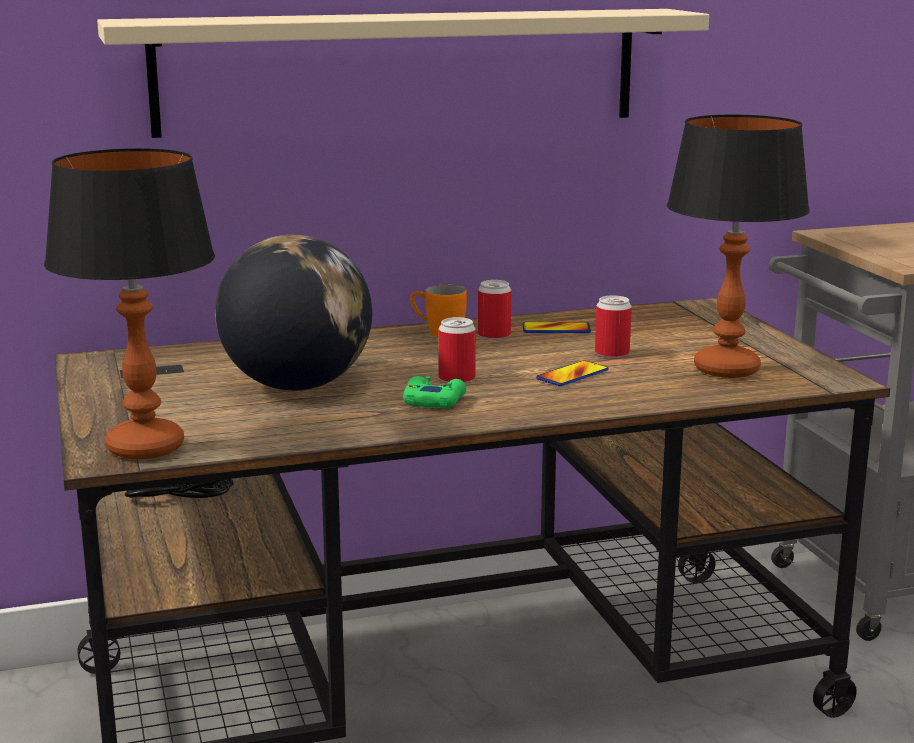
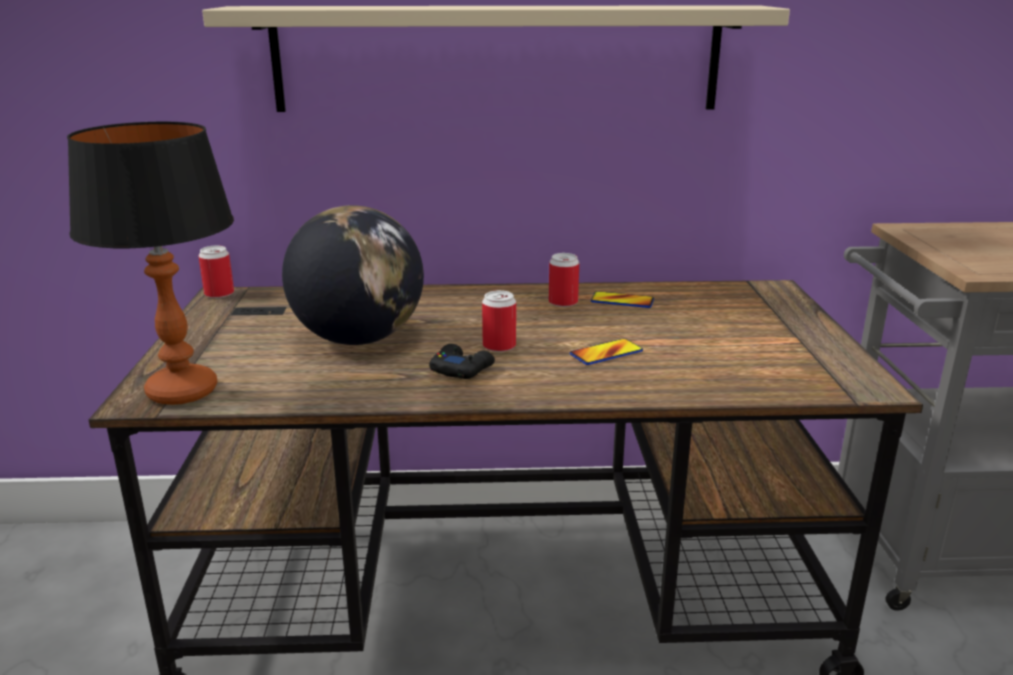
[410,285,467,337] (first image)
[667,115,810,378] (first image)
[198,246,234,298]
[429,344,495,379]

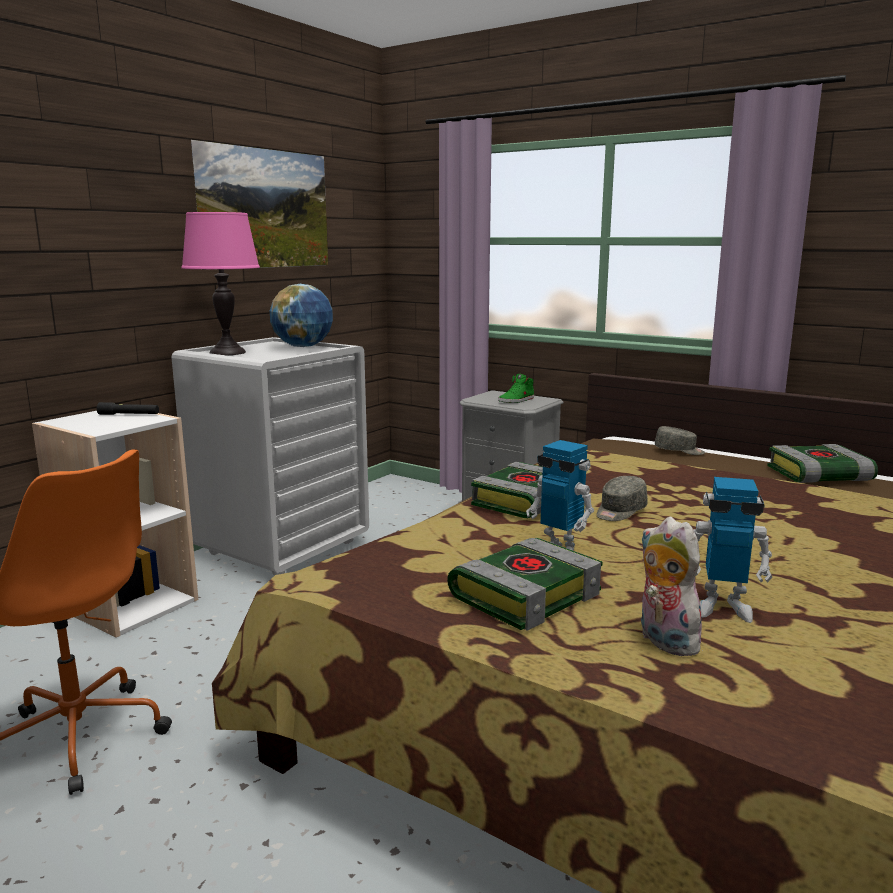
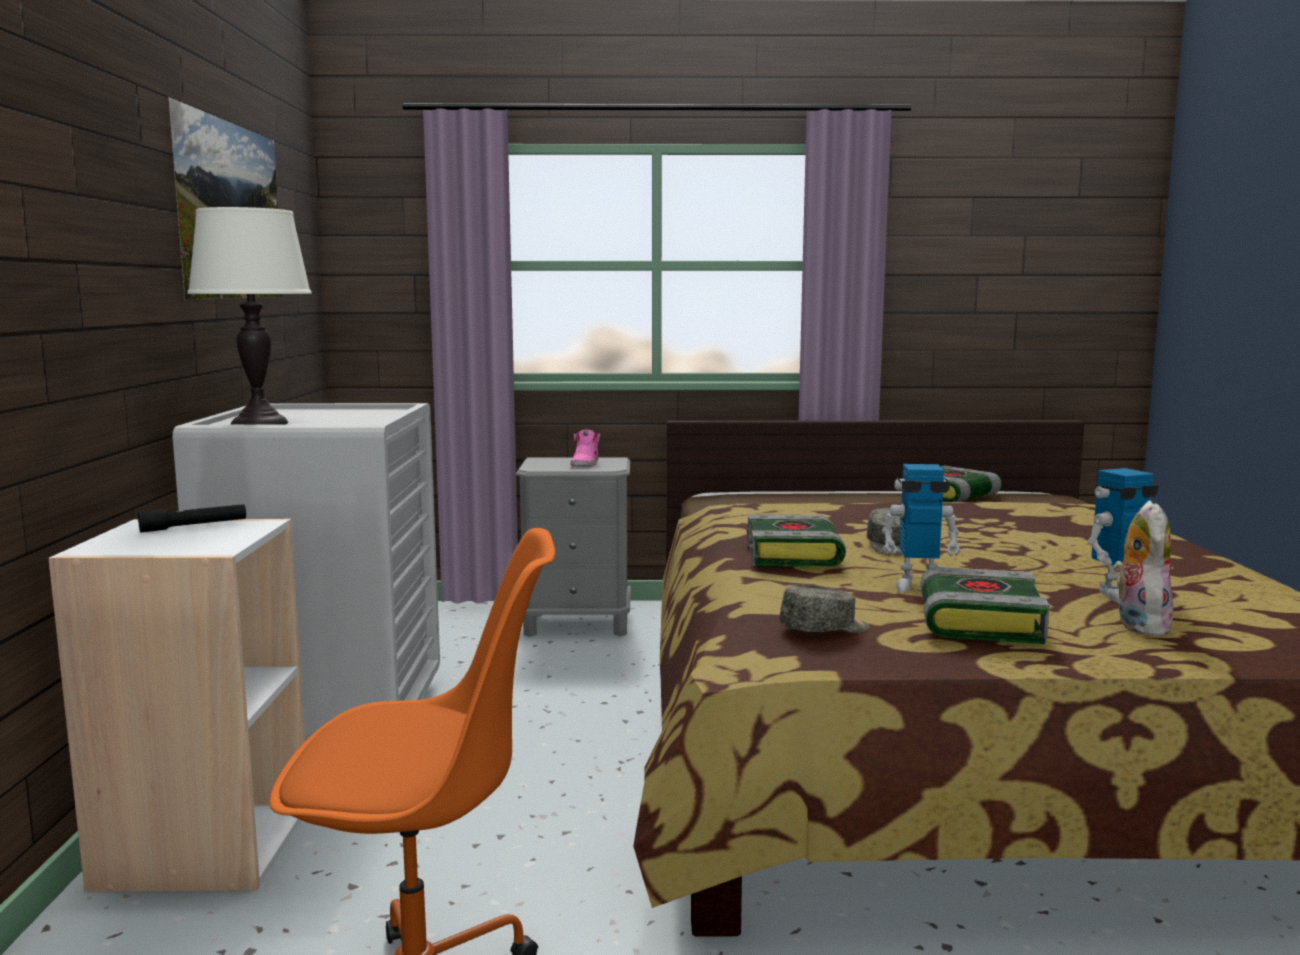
[270,284,333,347] (first image)
[780,585,869,633]
[187,207,312,425]
[571,429,600,466]
[1113,501,1175,636]

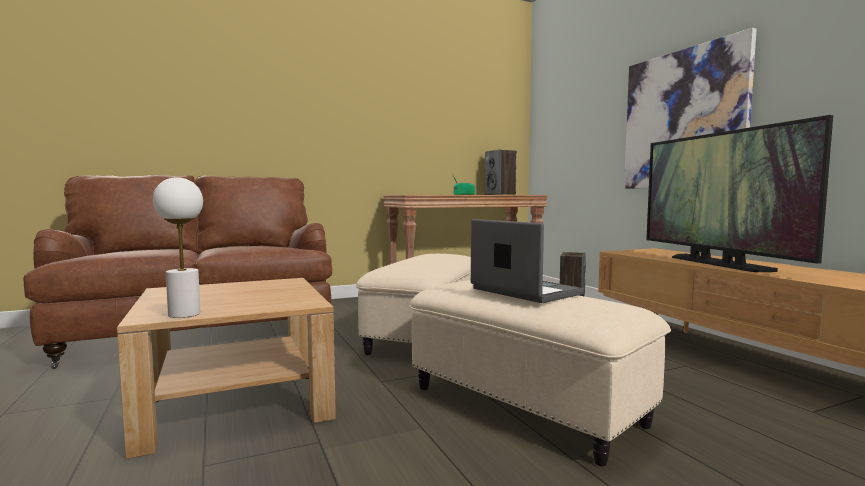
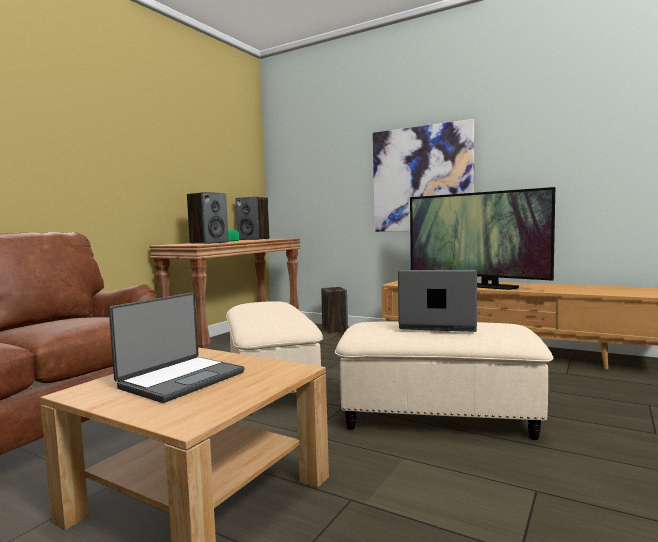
[153,177,203,318] (first image)
[109,293,245,403]
[187,192,228,244]

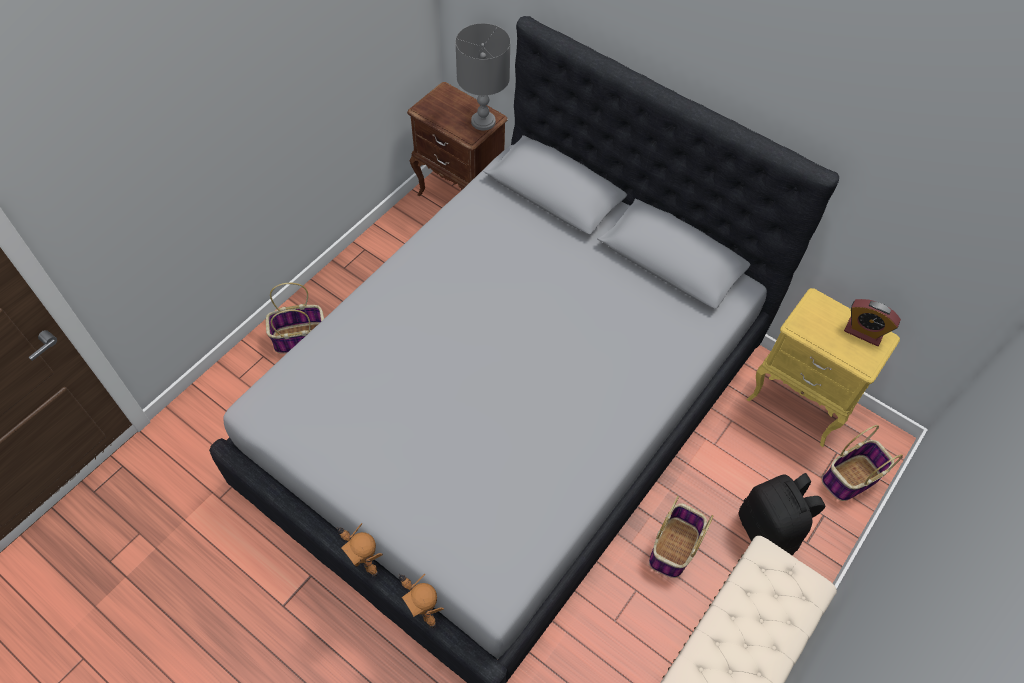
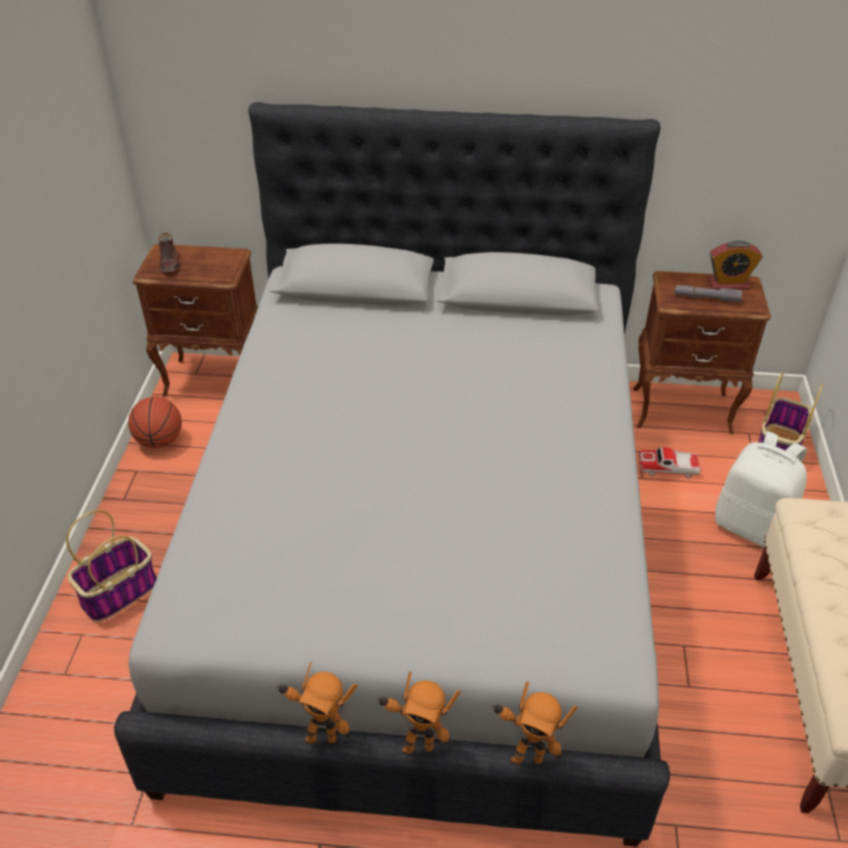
[455,23,510,131] (first image)
[649,496,713,578] (first image)
[128,397,182,448]
[158,233,180,272]
[276,662,358,745]
[639,447,700,478]
[675,285,742,302]
[715,431,807,547]
[633,271,771,435]

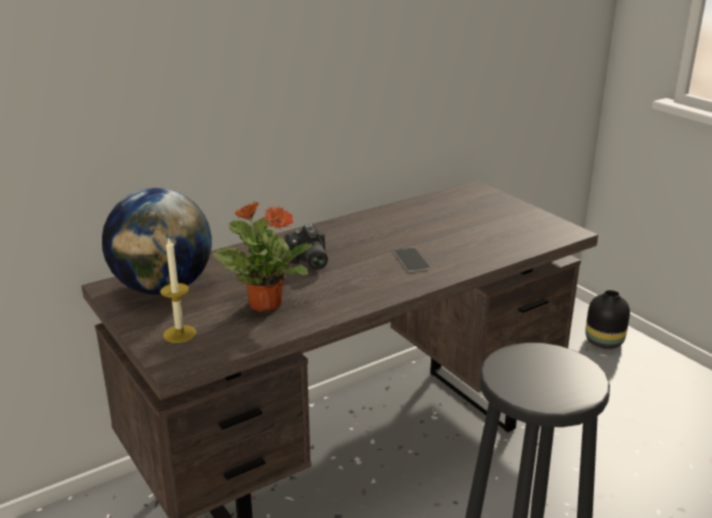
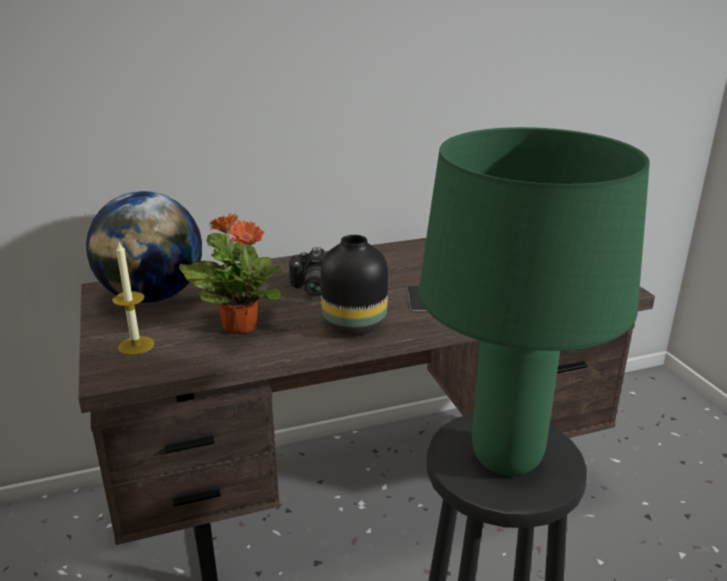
[419,127,650,476]
[320,235,388,335]

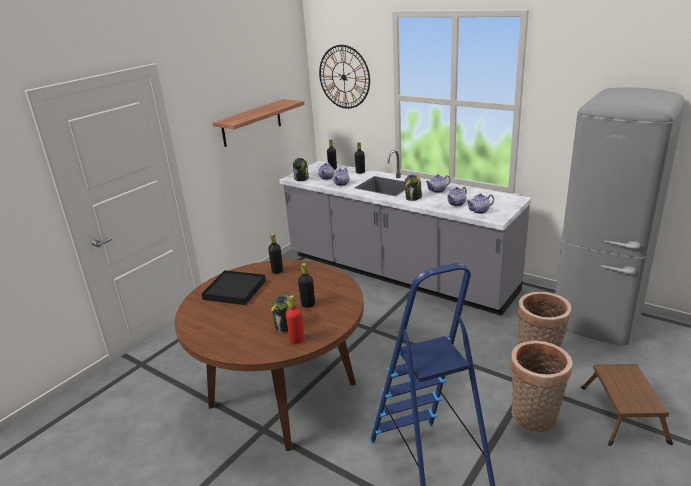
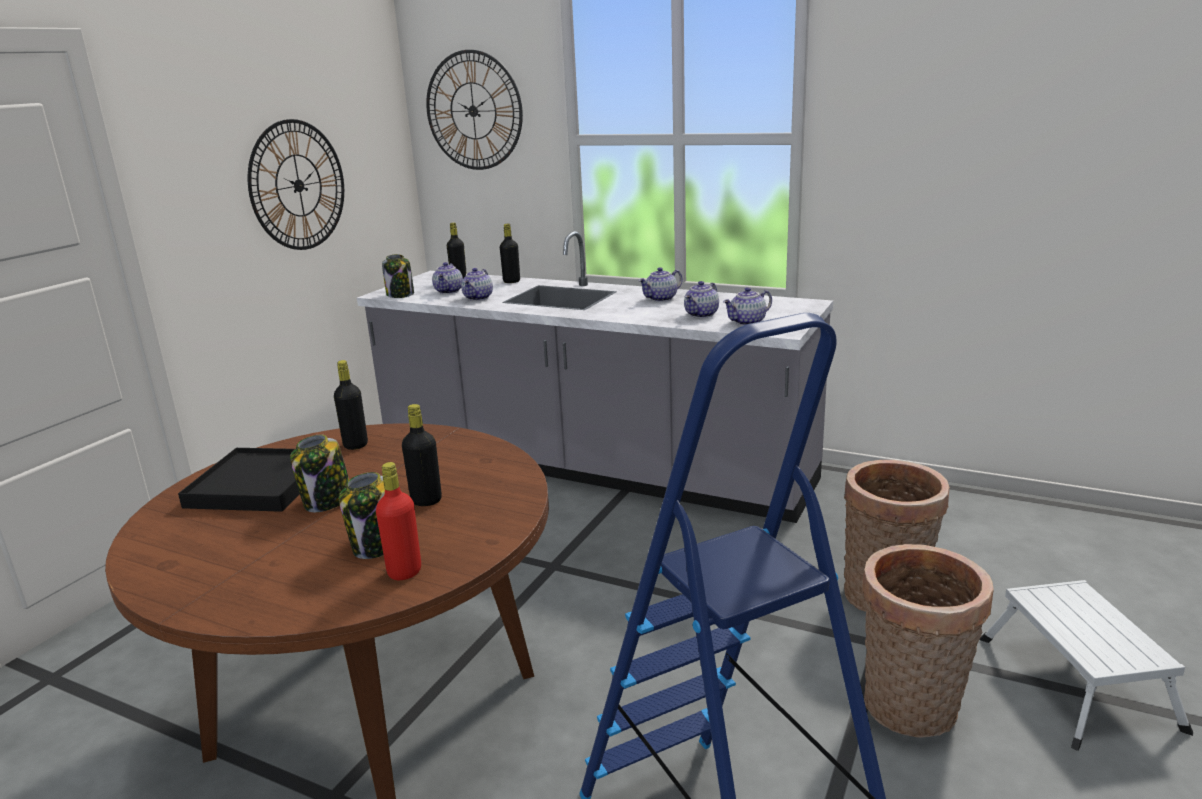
[555,87,686,346] (first image)
[290,435,349,512]
[248,119,344,250]
[979,580,1193,751]

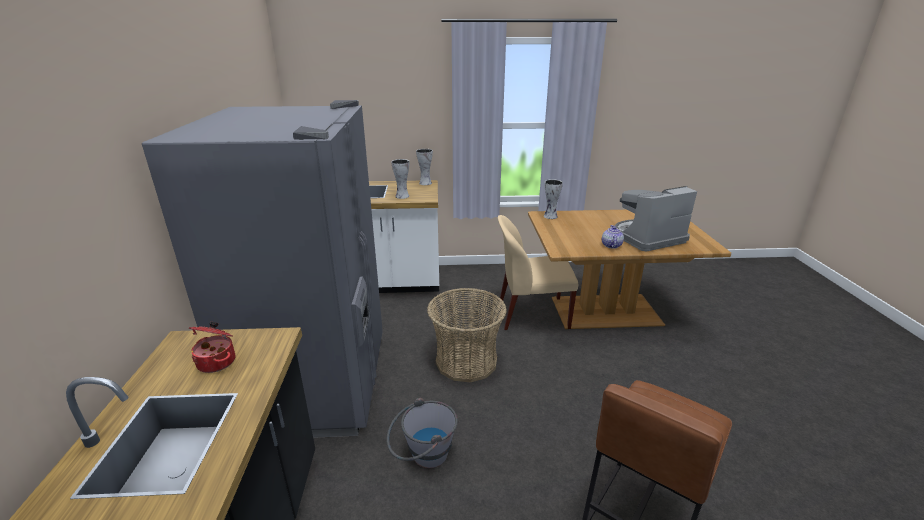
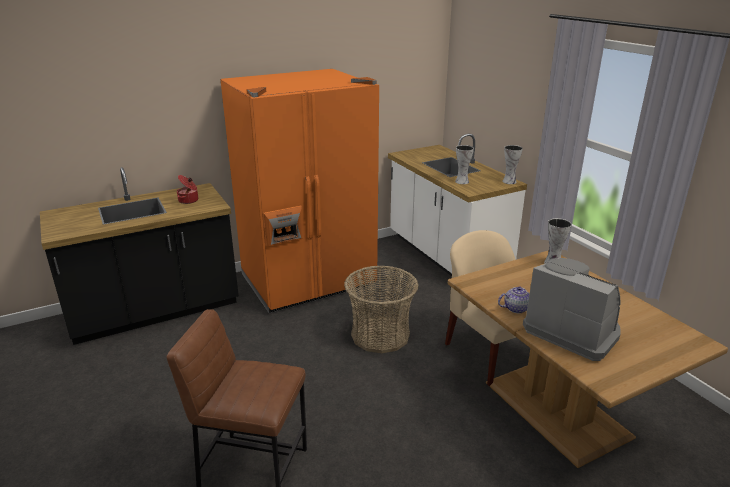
[387,398,458,468] (first image)
[221,69,379,313]

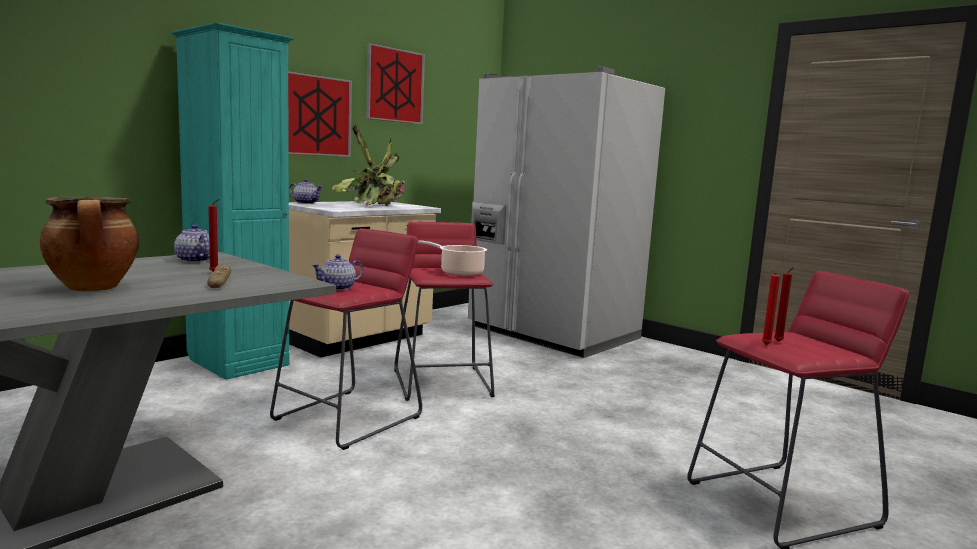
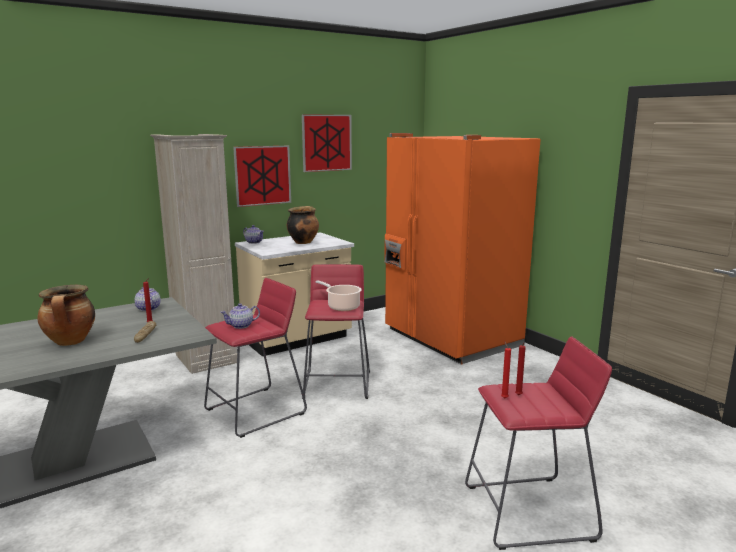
[287,206,319,244]
[150,134,237,374]
[384,133,541,365]

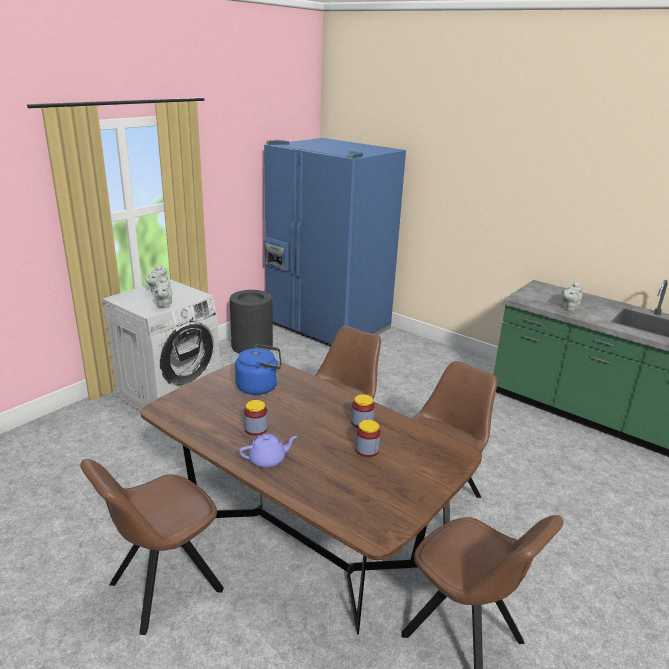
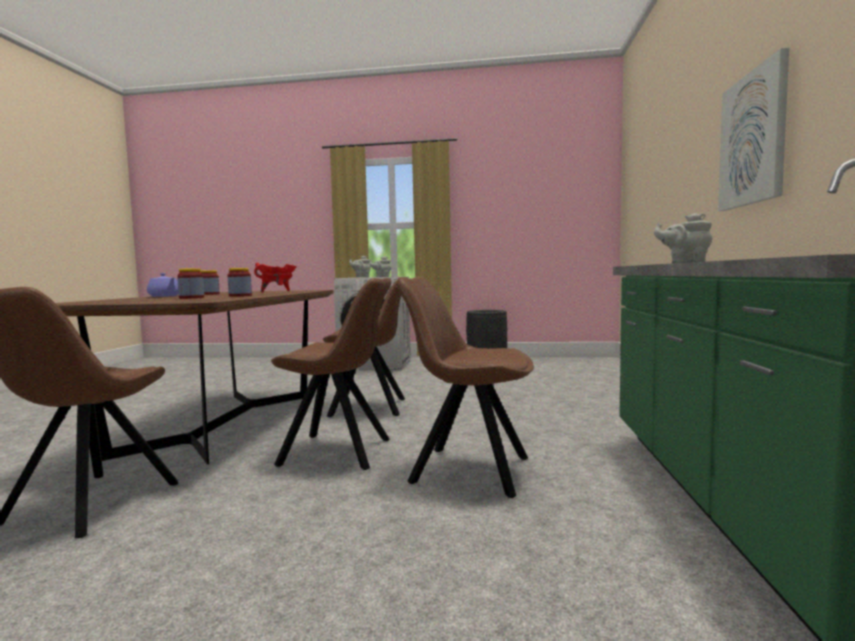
[264,138,406,347] (first image)
[718,48,789,211]
[396,277,534,498]
[254,263,297,292]

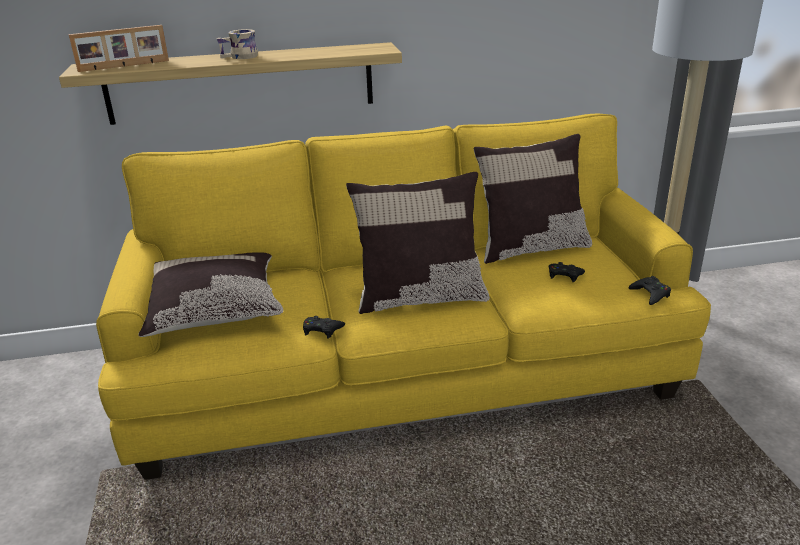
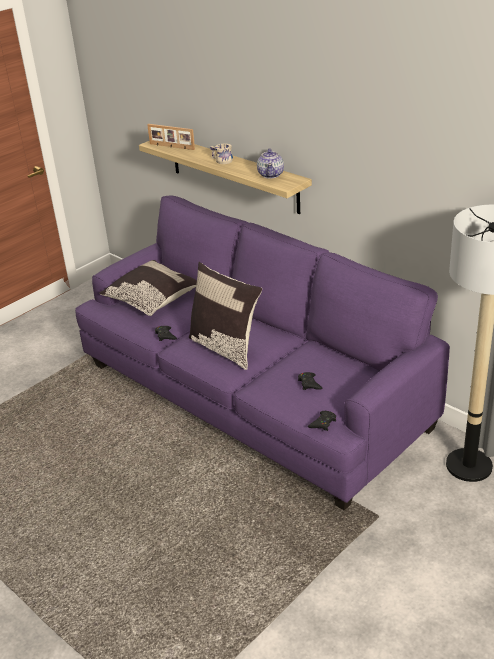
[474,134,592,264] (first image)
[257,148,284,179]
[75,195,450,510]

